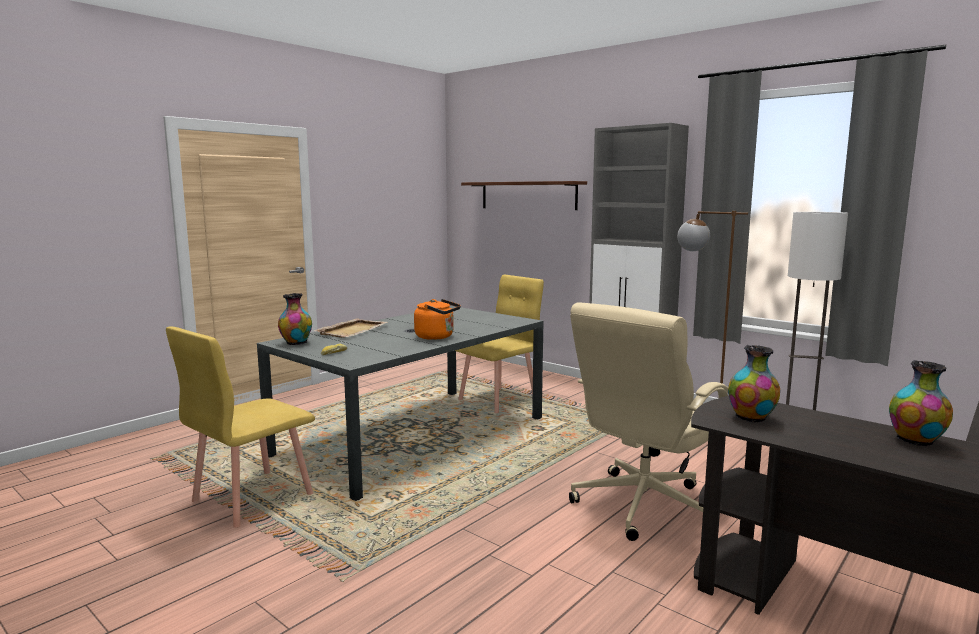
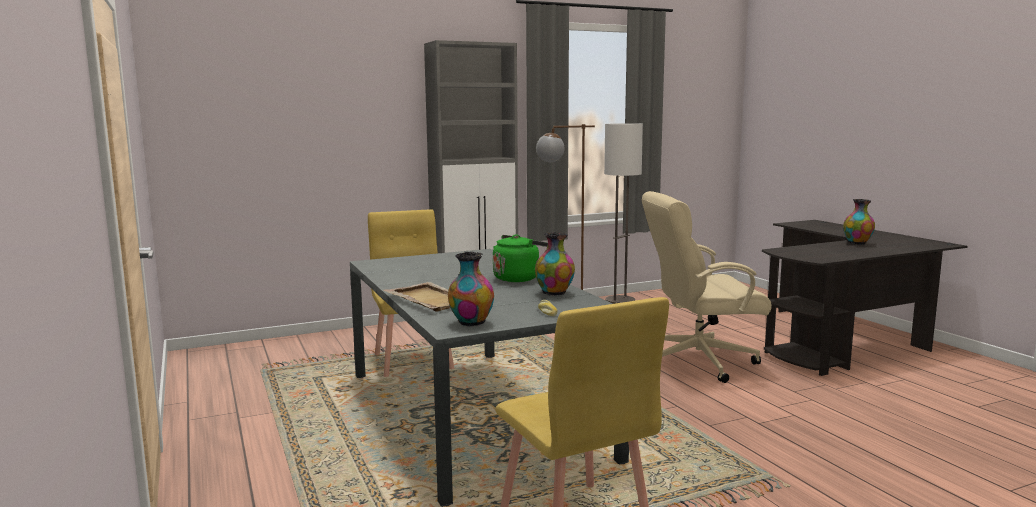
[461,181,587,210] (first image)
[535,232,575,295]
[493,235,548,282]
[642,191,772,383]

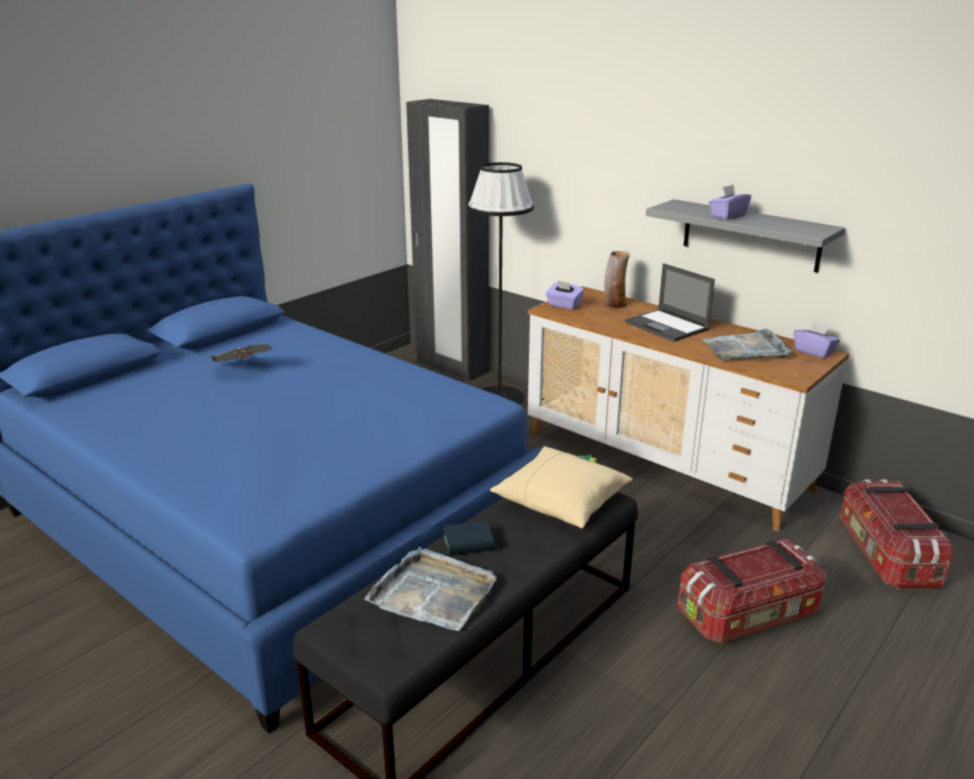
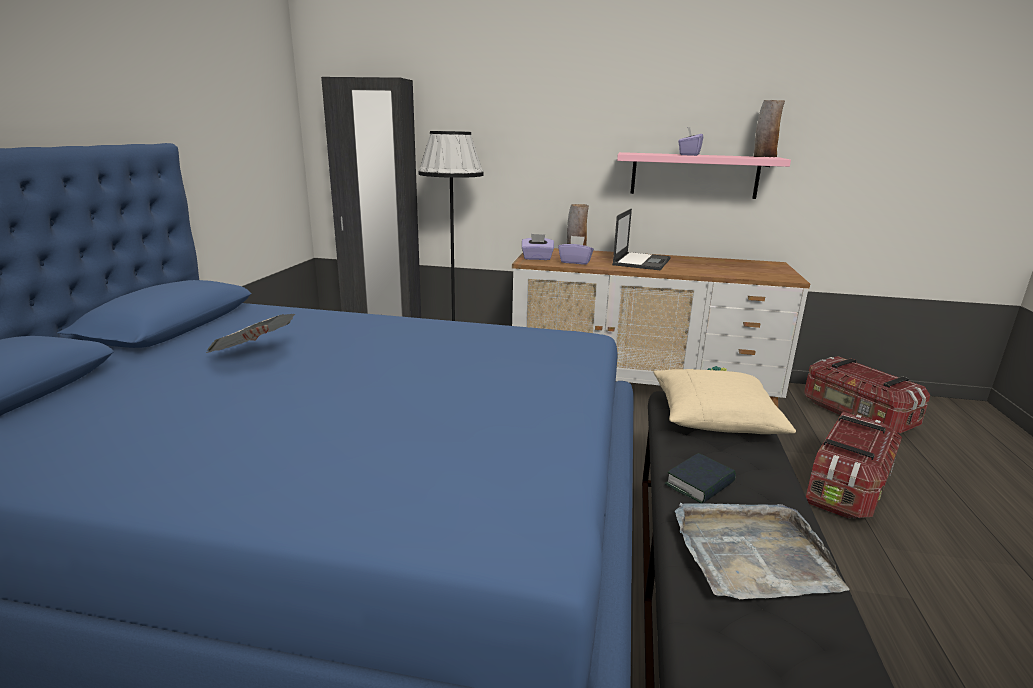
[702,329,791,362] (first image)
[753,100,785,157]
[558,236,594,265]
[617,152,791,199]
[612,209,671,270]

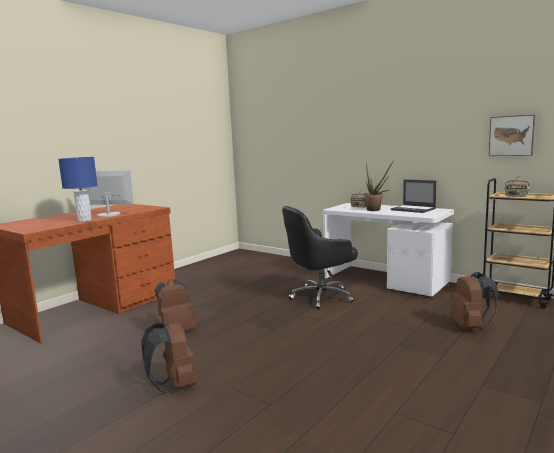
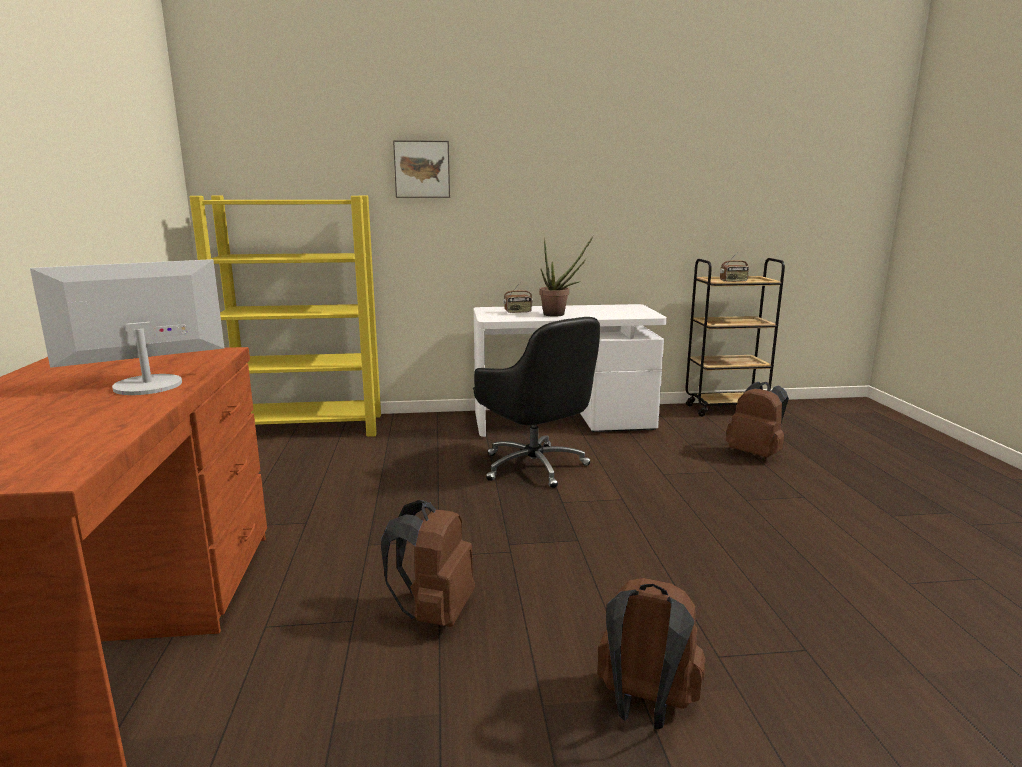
[58,157,98,222] (first image)
[391,180,436,213] (first image)
[189,195,381,437]
[393,140,450,198]
[473,317,600,488]

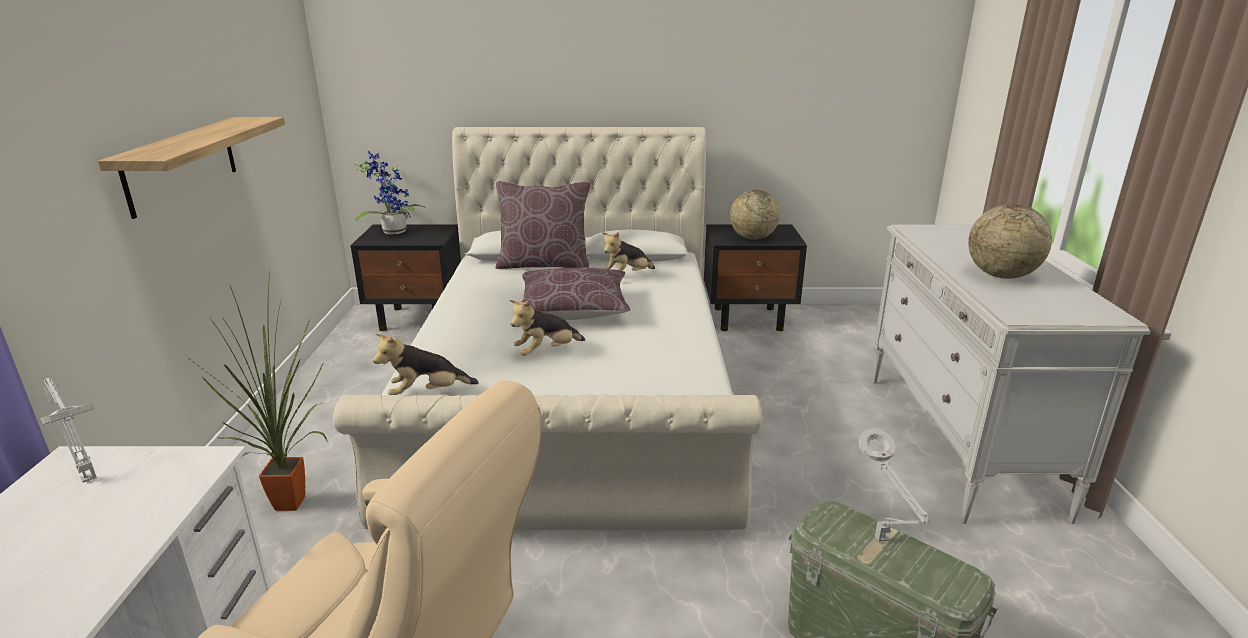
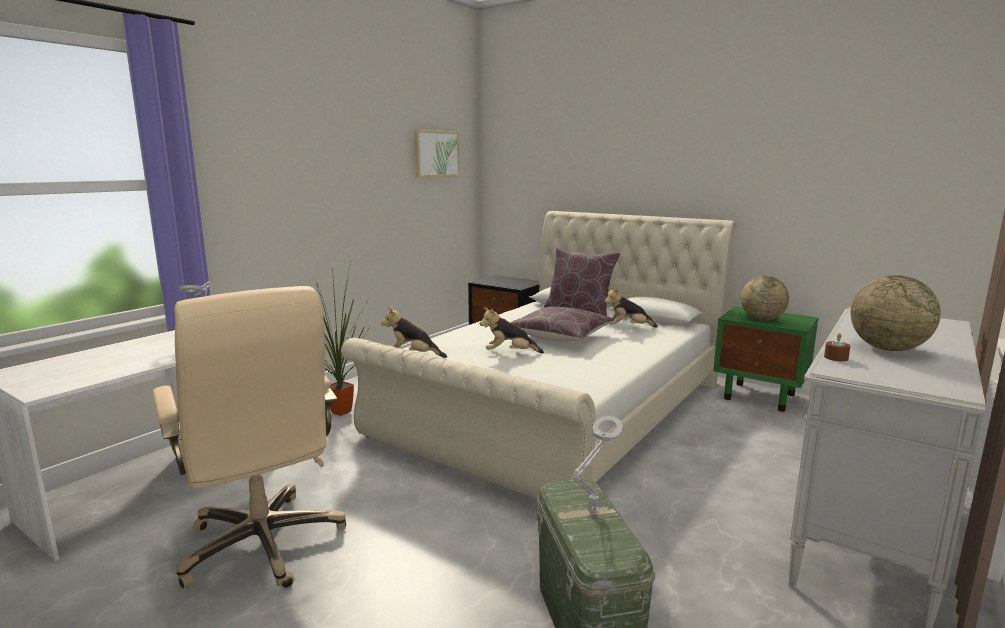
[98,117,285,219] (first image)
[354,150,425,234] (first image)
[414,129,460,178]
[824,333,850,361]
[713,307,819,412]

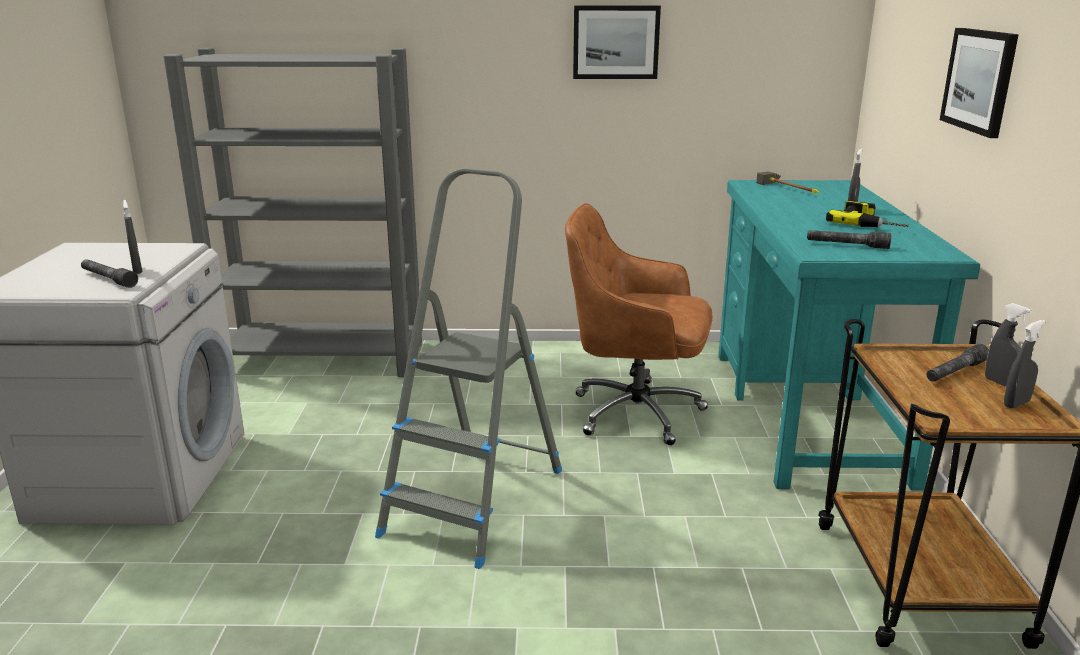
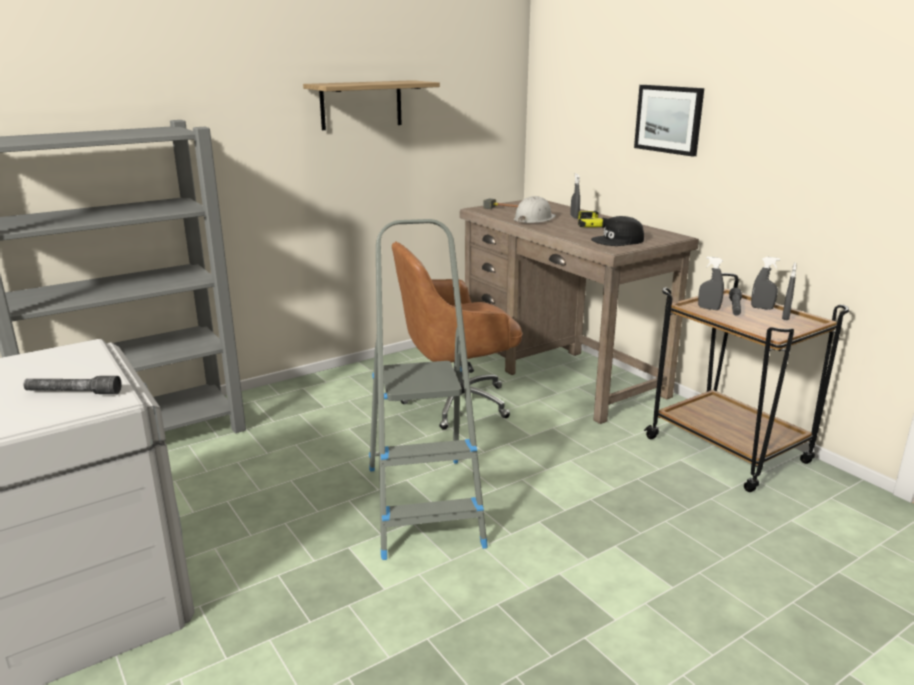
[514,196,556,224]
[698,256,724,310]
[303,80,440,130]
[591,216,644,246]
[460,200,699,424]

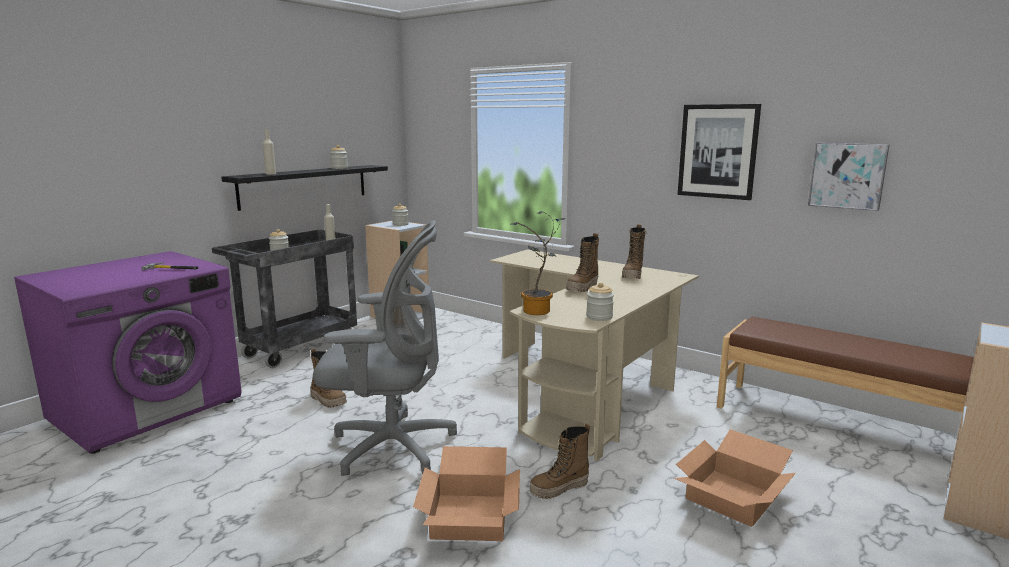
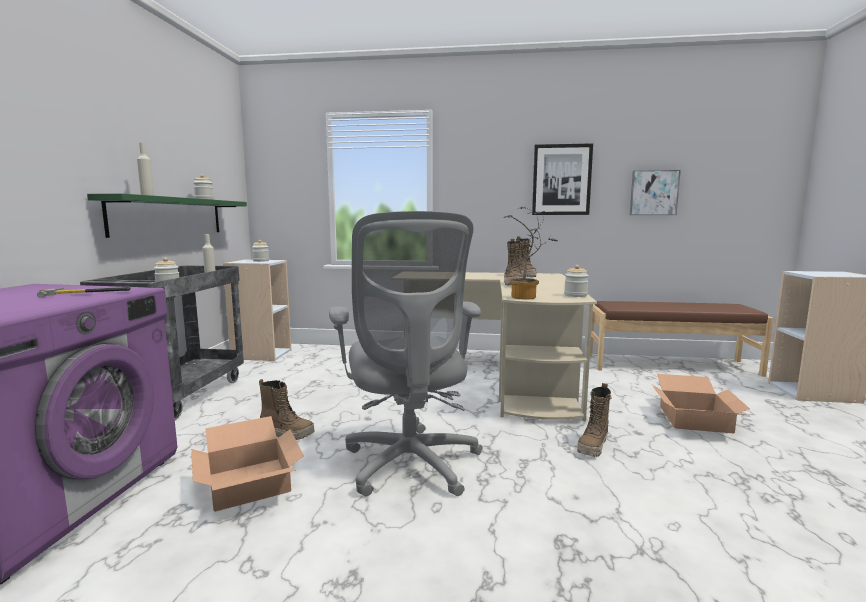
[191,416,304,512]
[87,193,247,238]
[329,211,482,496]

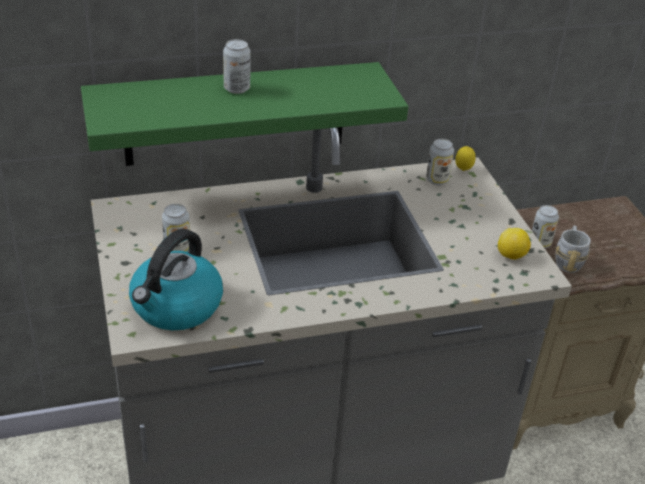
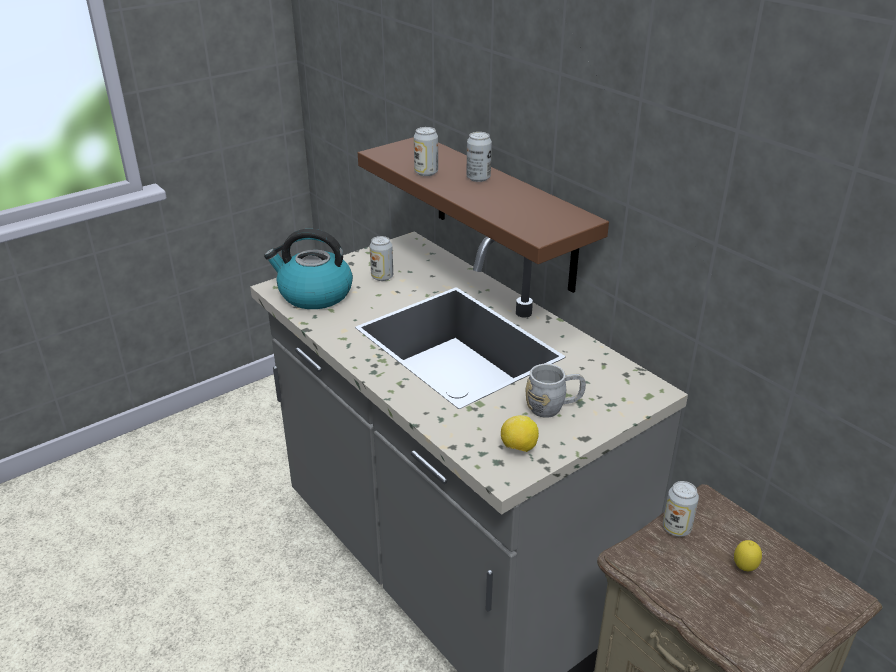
[414,127,438,176]
[734,540,762,571]
[526,364,586,418]
[358,137,609,293]

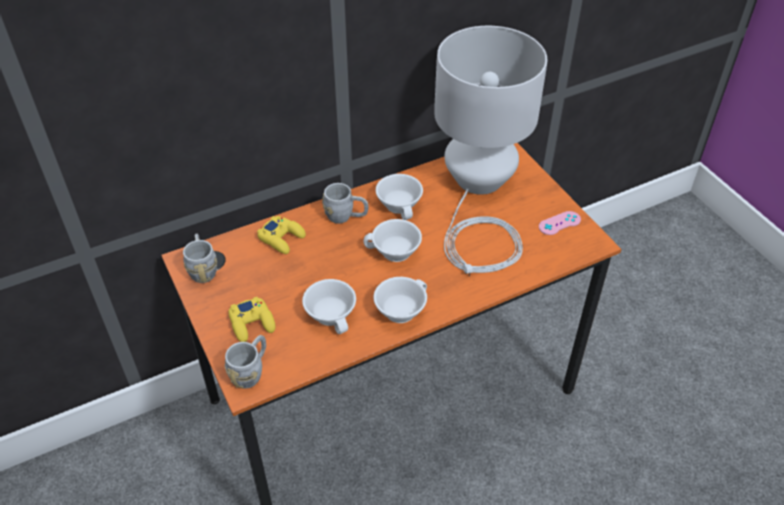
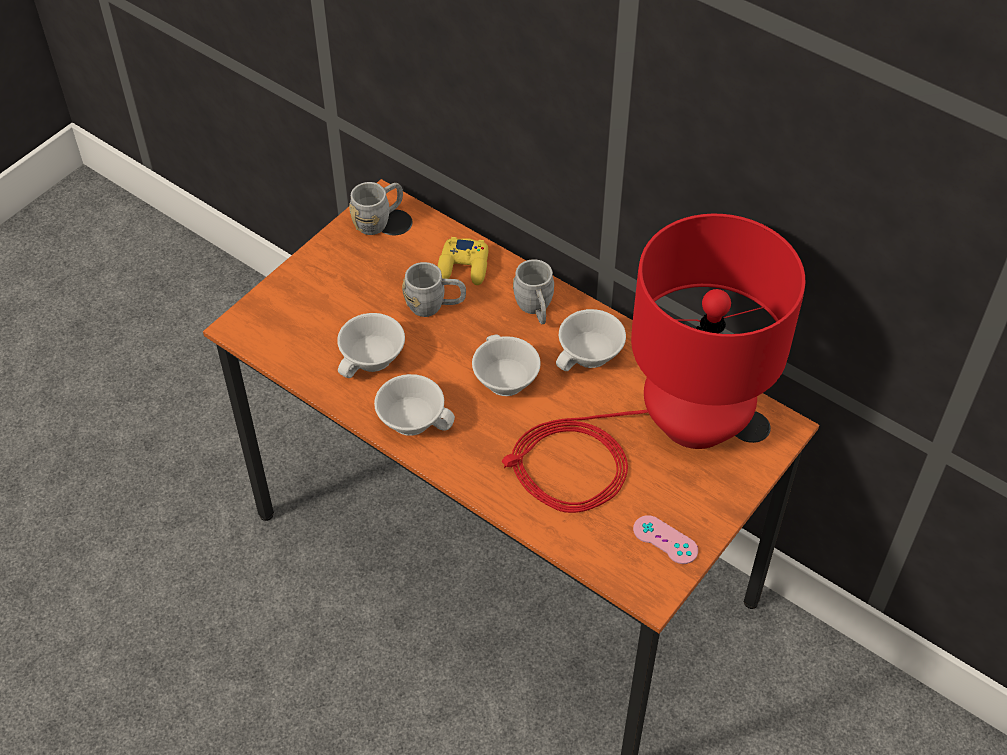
[228,297,276,342] (first image)
[402,262,466,317]
[502,214,805,513]

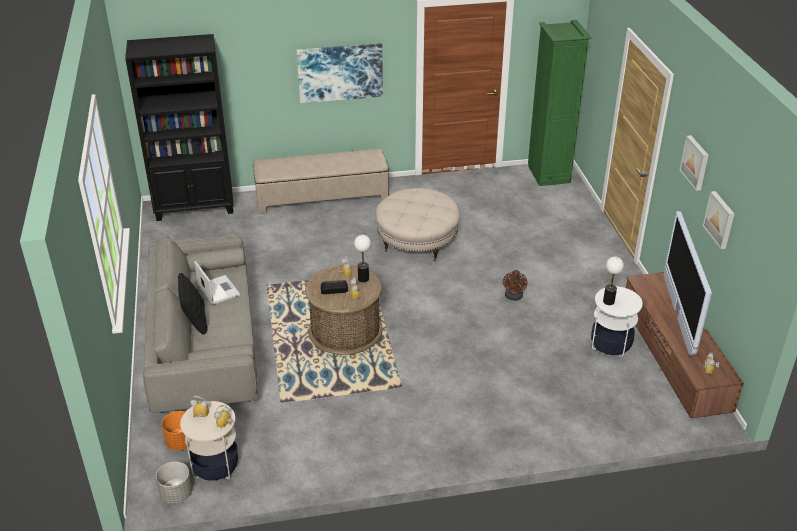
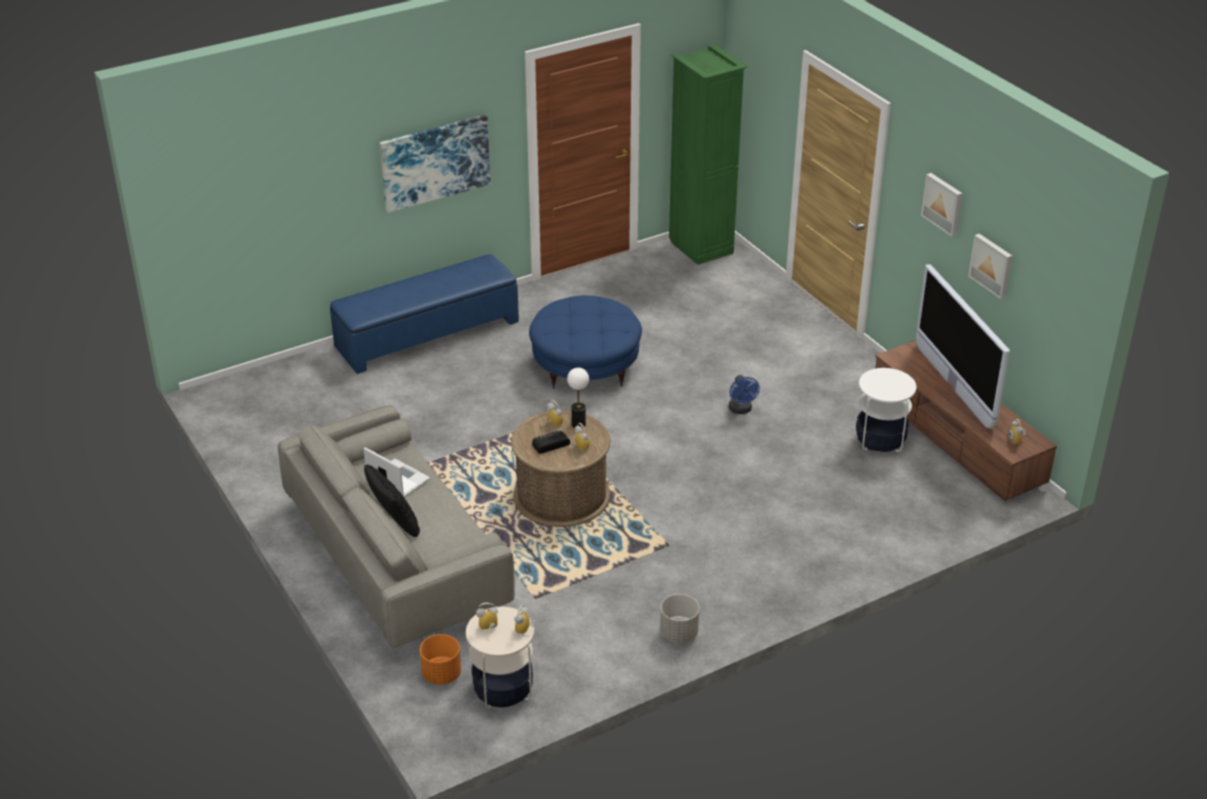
[125,34,234,221] (first image)
[603,257,624,305] (first image)
[660,594,699,643]
[330,254,519,374]
[529,295,642,388]
[729,375,760,414]

